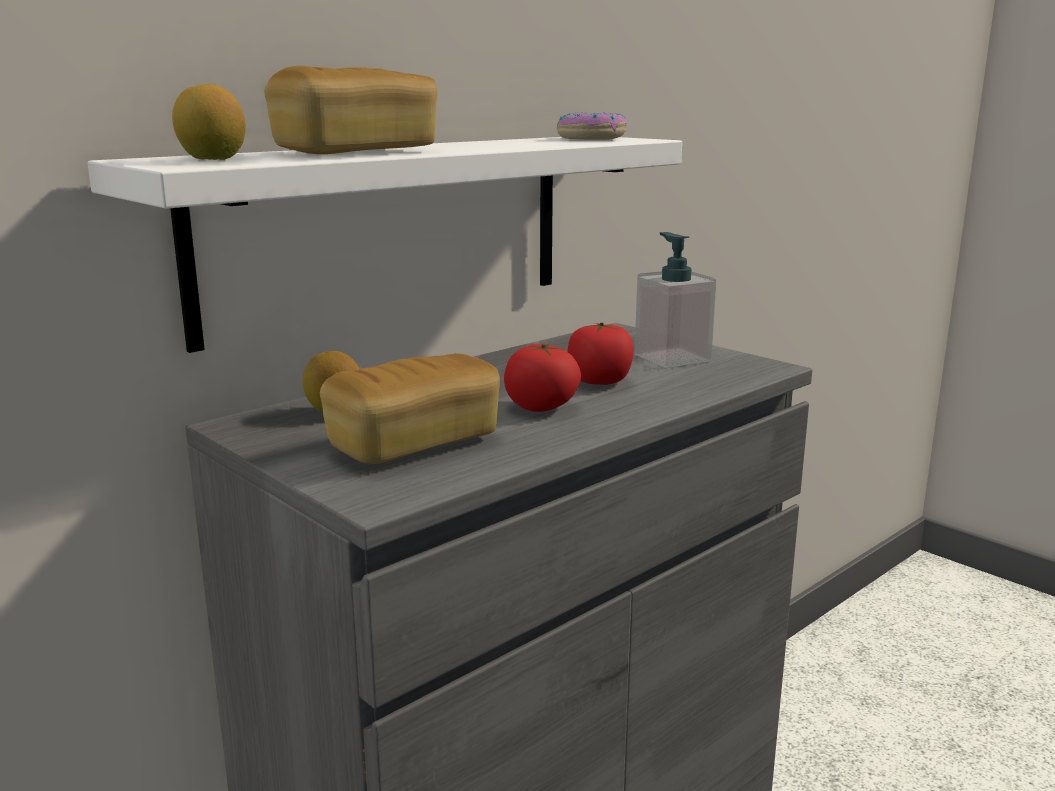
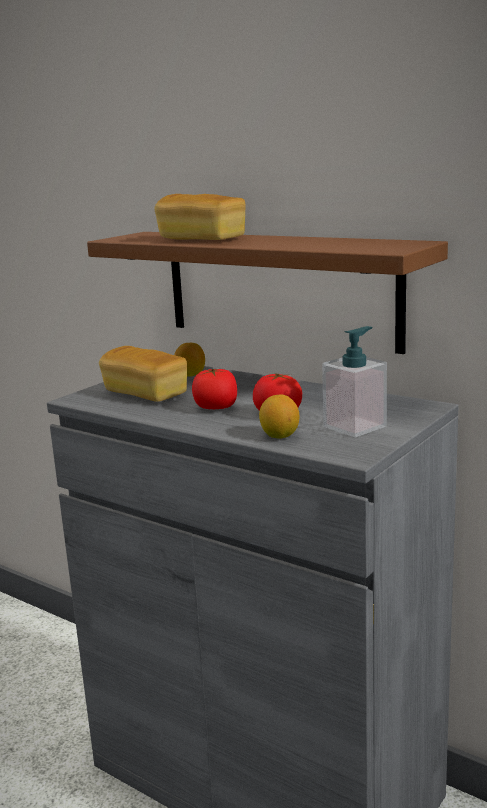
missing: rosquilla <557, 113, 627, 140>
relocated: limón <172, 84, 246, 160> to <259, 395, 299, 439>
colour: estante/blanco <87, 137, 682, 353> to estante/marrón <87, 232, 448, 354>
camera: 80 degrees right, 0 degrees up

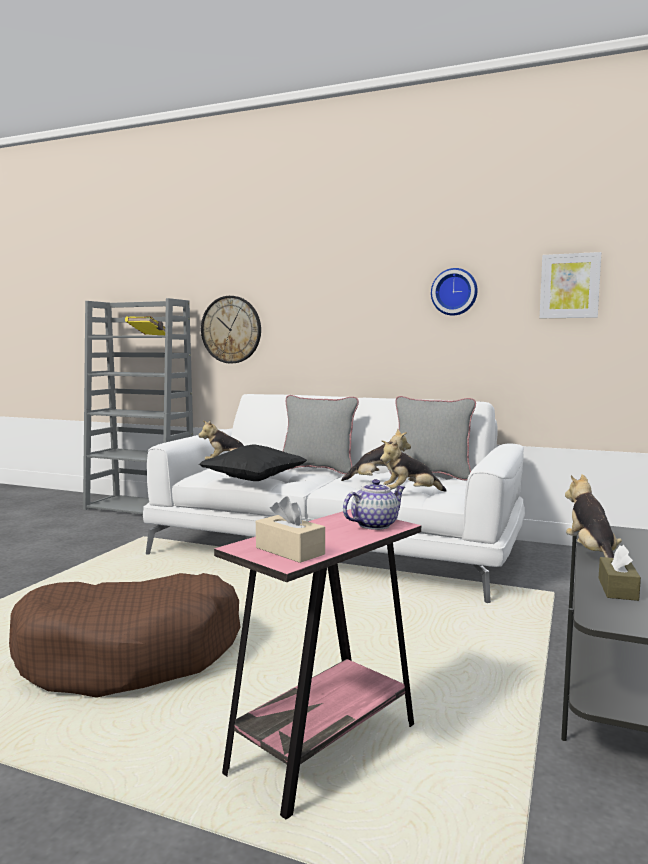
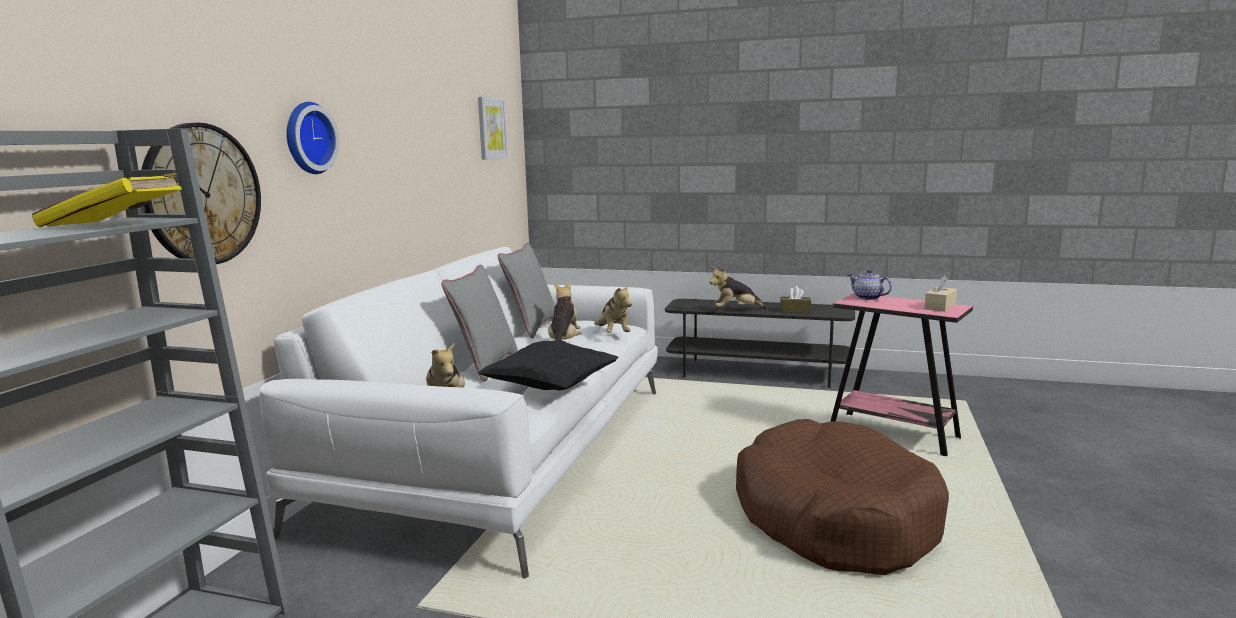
relocated: reloj de pared <431, 268, 478, 316> to <286, 102, 339, 174>
camera: 95 degrees left, 5 degrees up

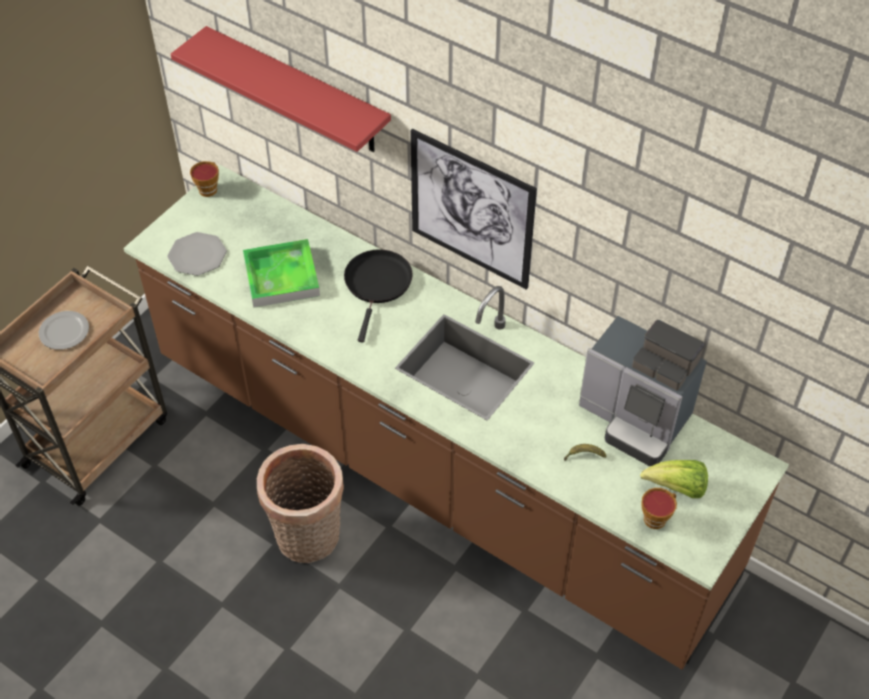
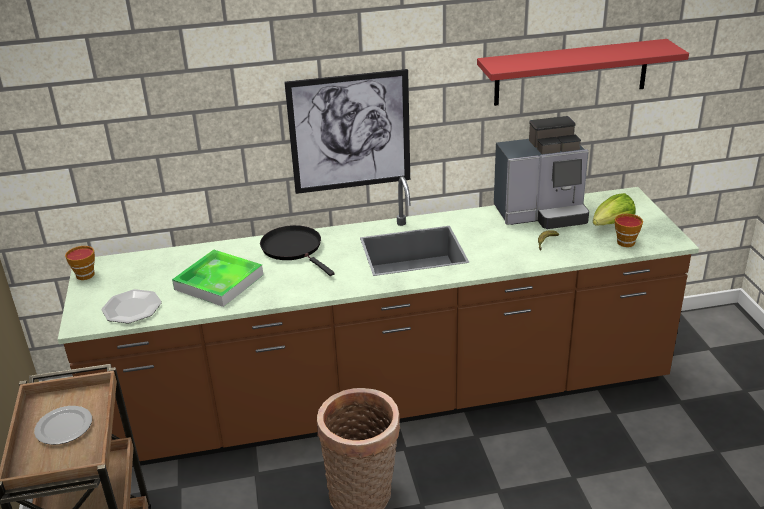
relocated: estante/rojo <171, 26, 391, 152> to <477, 39, 689, 106>
camera: 45 degrees left, 20 degrees down

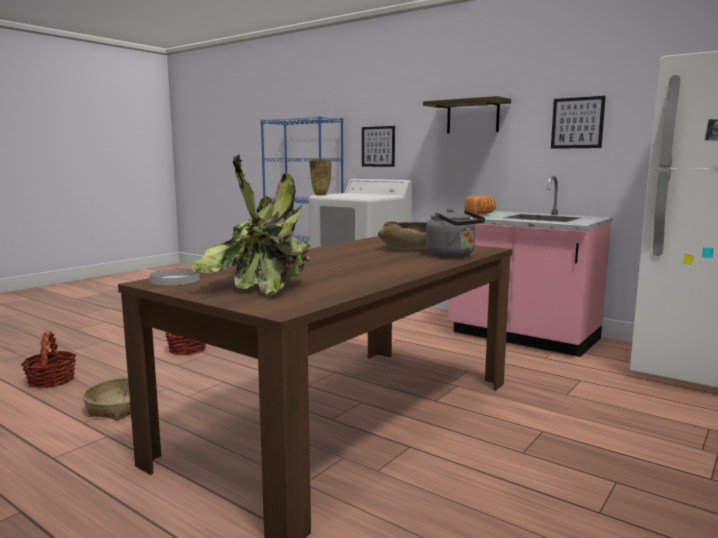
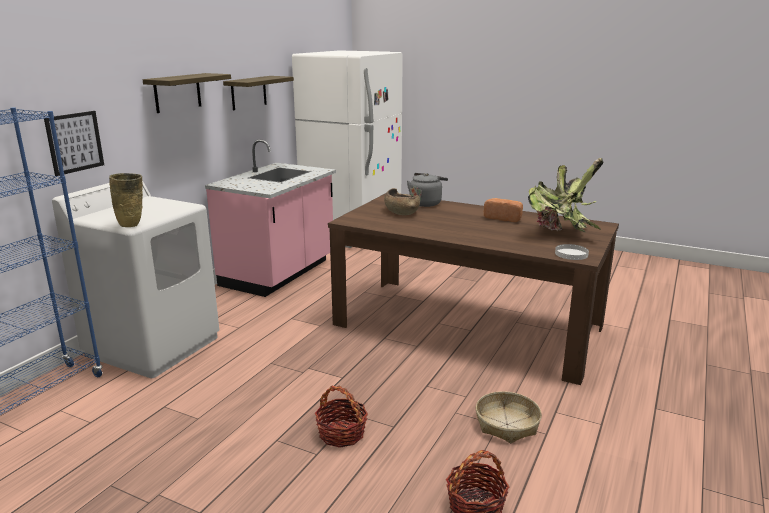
relocated: pan <464, 195, 496, 215> to <484, 198, 523, 222>
exchanged: cuadro <551, 96, 606, 149> to estante <223, 76, 294, 111>
camera: 100 degrees left, 10 degrees up

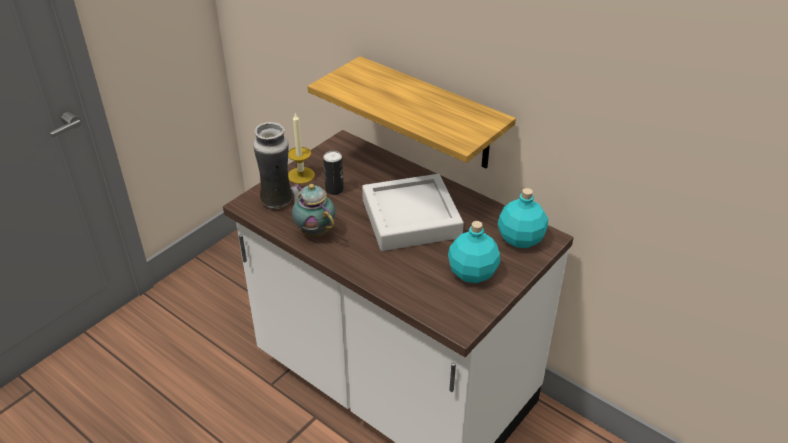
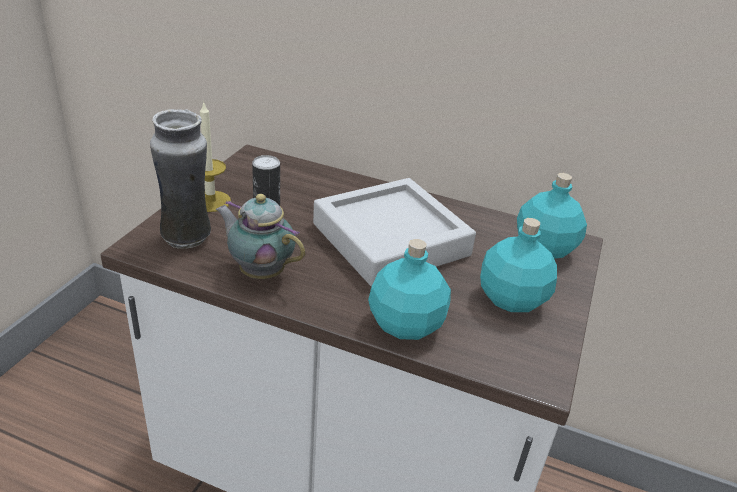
missing: estante <307, 56, 516, 168>
appeared: botella/turquesa <368, 239, 451, 340>
camera: 20 degrees left, 5 degrees down

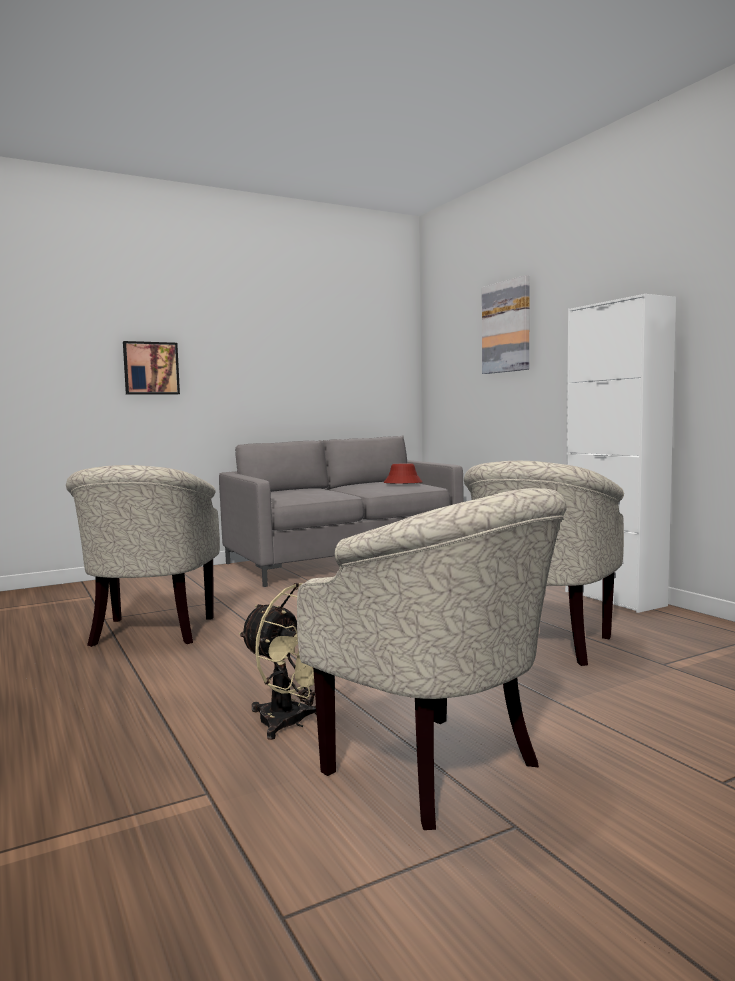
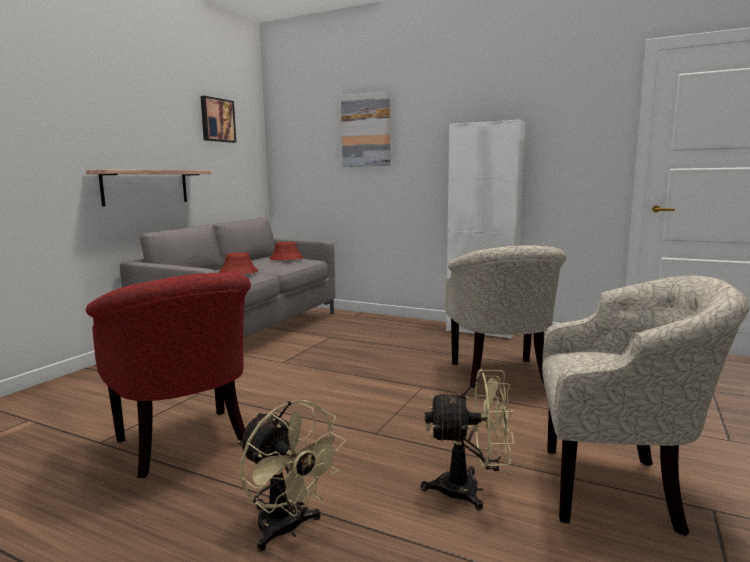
appeared: estante <86, 169, 211, 206>; sombrero/rojo <219, 253, 258, 274>; ventilador/beis <238, 400, 345, 552>
relocated: cuadro <123, 341, 180, 395> to <200, 96, 236, 143>
colour: sillón/beis <66, 465, 220, 647> to sillón/rojo <86, 273, 251, 478>
camera: 35 degrees left, 5 degrees up

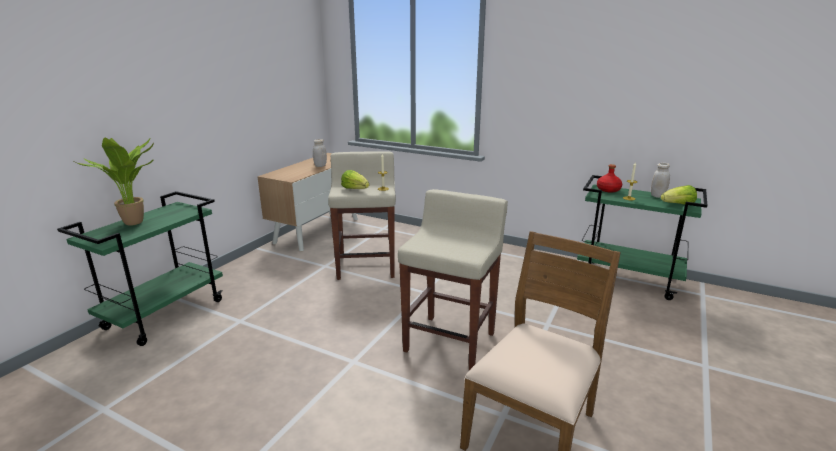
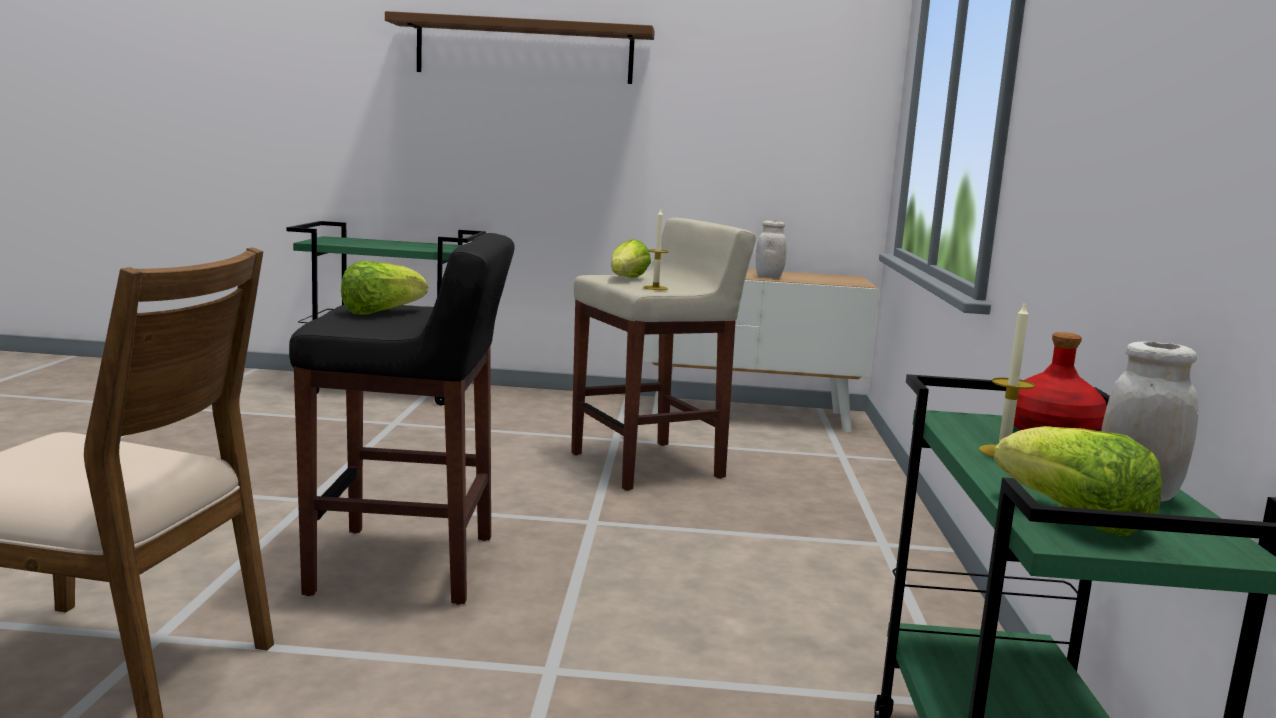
missing: planta en maceta <75, 138, 154, 225>
appeared: estante/marrón <385, 11, 655, 84>; lechuga <341, 261, 428, 315>
colour: taburete/beis <398, 189, 508, 370> to taburete/negro <289, 233, 515, 605>
camera: 65 degrees right, 10 degrees down

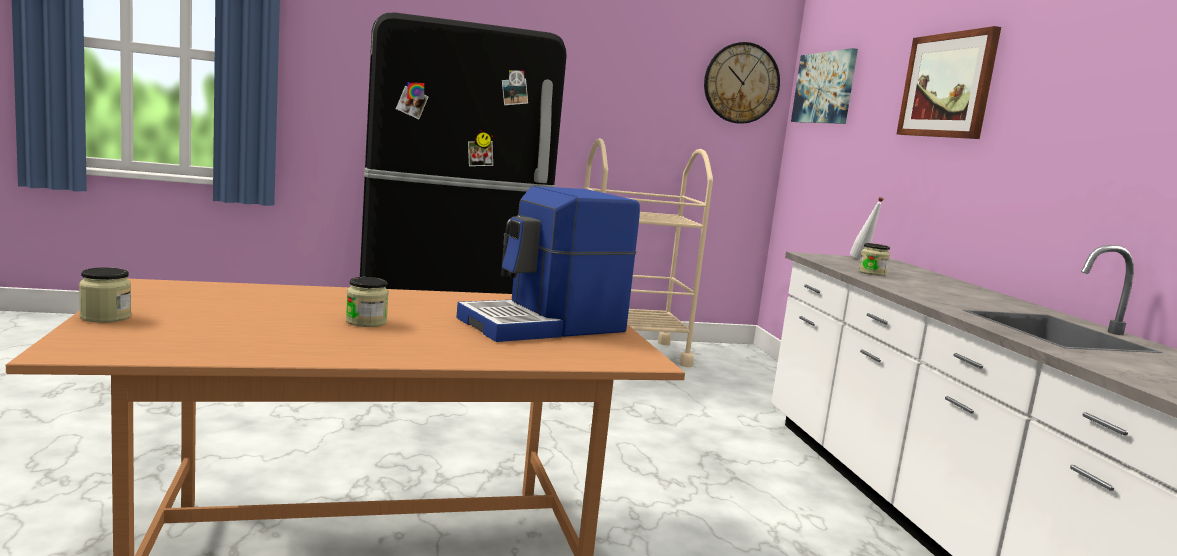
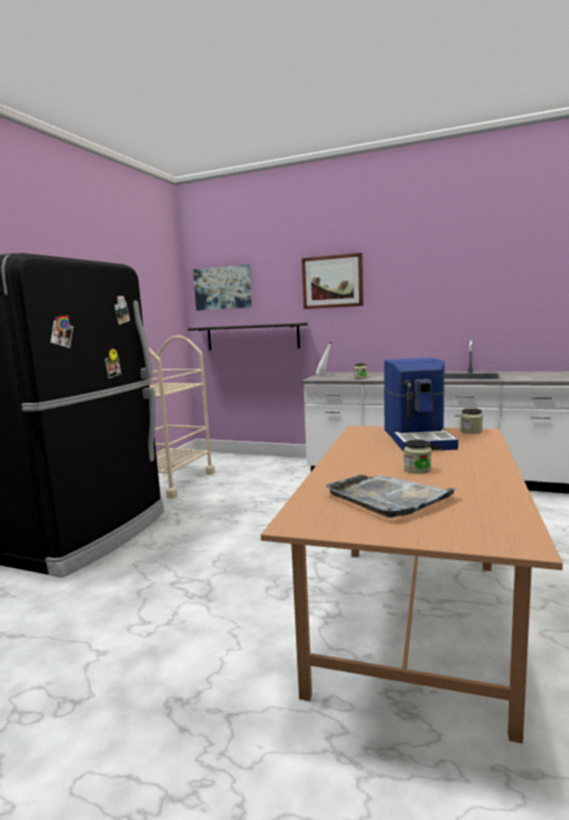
missing: reloj de pared <704, 42, 780, 124>
appeared: estante <188, 323, 308, 351>; bandeja/gris <326, 475, 458, 518>
relocated: tarro <79, 268, 131, 323> to <460, 408, 483, 434>
camera: 55 degrees left, 0 degrees up

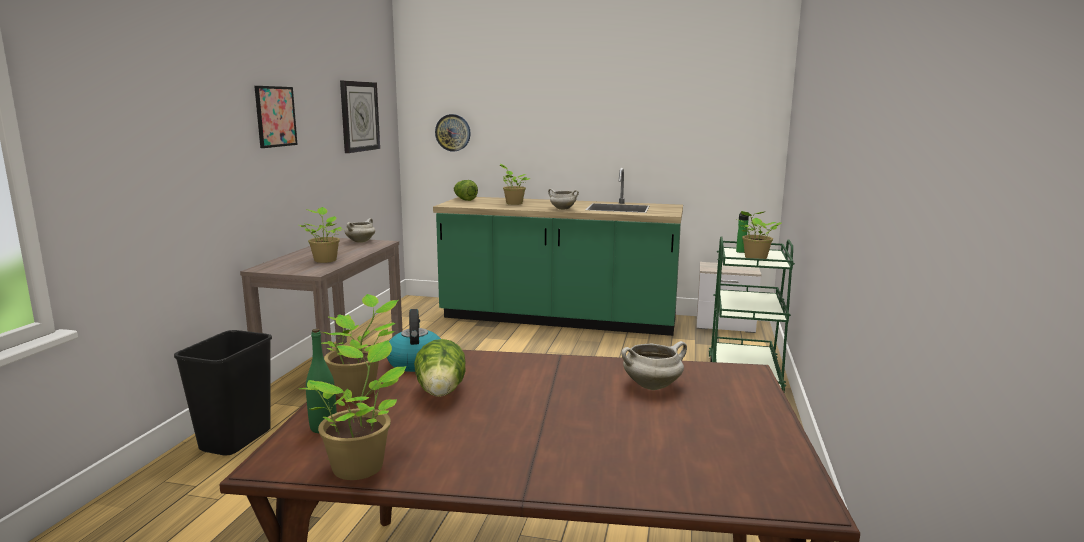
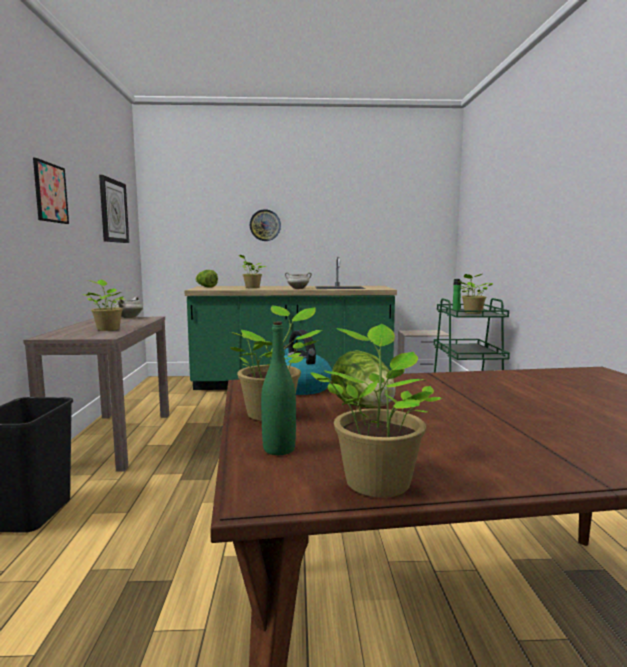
missing: olla/blanco <621, 341, 687, 390>
relocated: reloj de pared <435, 114, 471, 152> to <250, 209, 281, 241>
camera: 15 degrees left, 5 degrees down

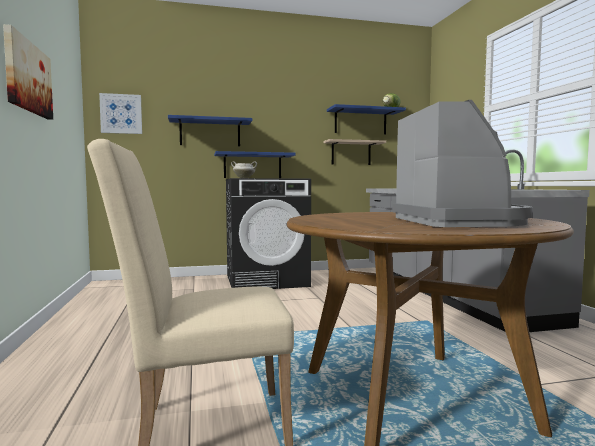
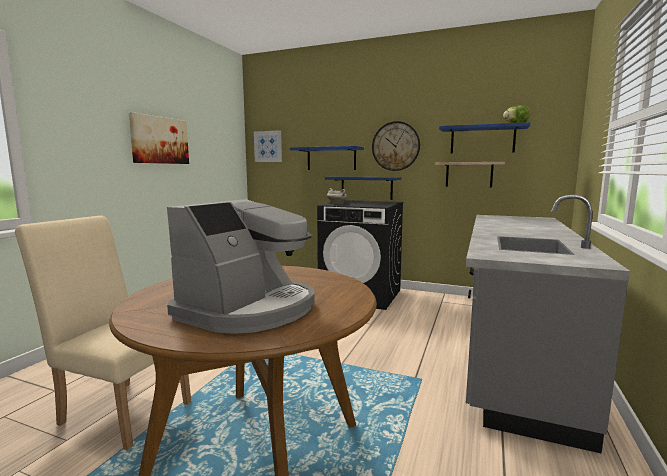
appeared: reloj de pared <372, 121, 420, 171>
camera: 35 degrees right, 5 degrees up

